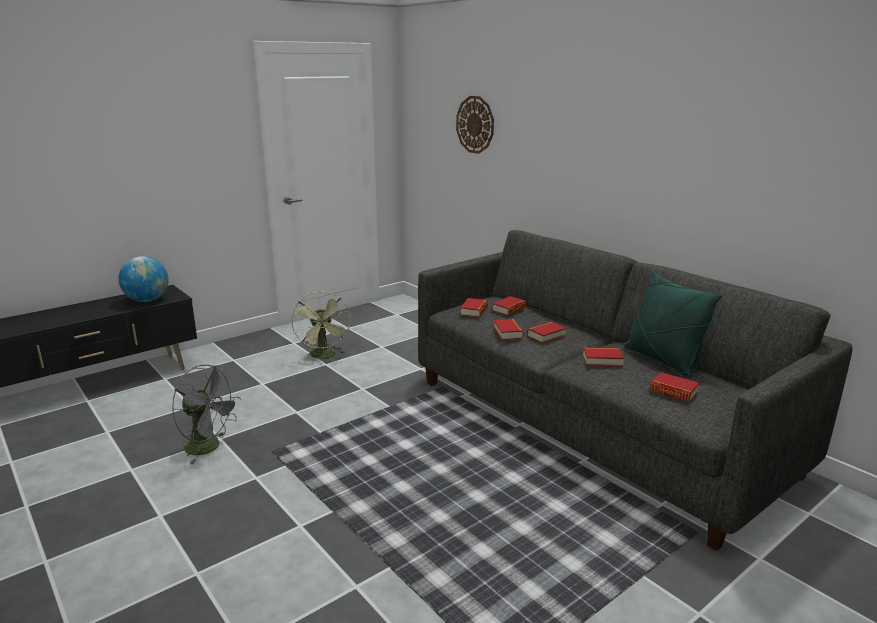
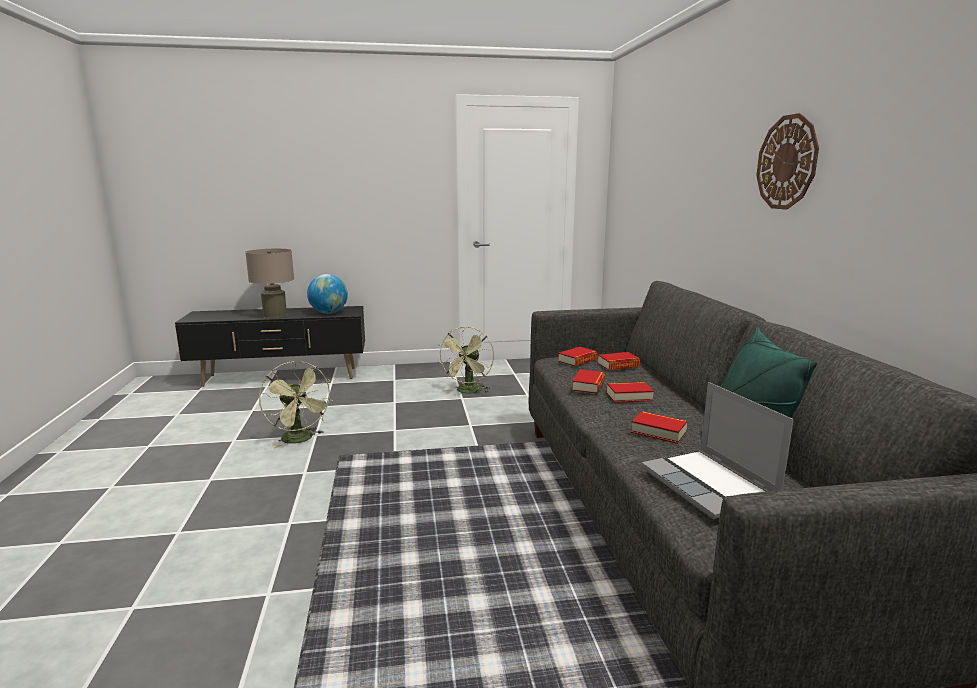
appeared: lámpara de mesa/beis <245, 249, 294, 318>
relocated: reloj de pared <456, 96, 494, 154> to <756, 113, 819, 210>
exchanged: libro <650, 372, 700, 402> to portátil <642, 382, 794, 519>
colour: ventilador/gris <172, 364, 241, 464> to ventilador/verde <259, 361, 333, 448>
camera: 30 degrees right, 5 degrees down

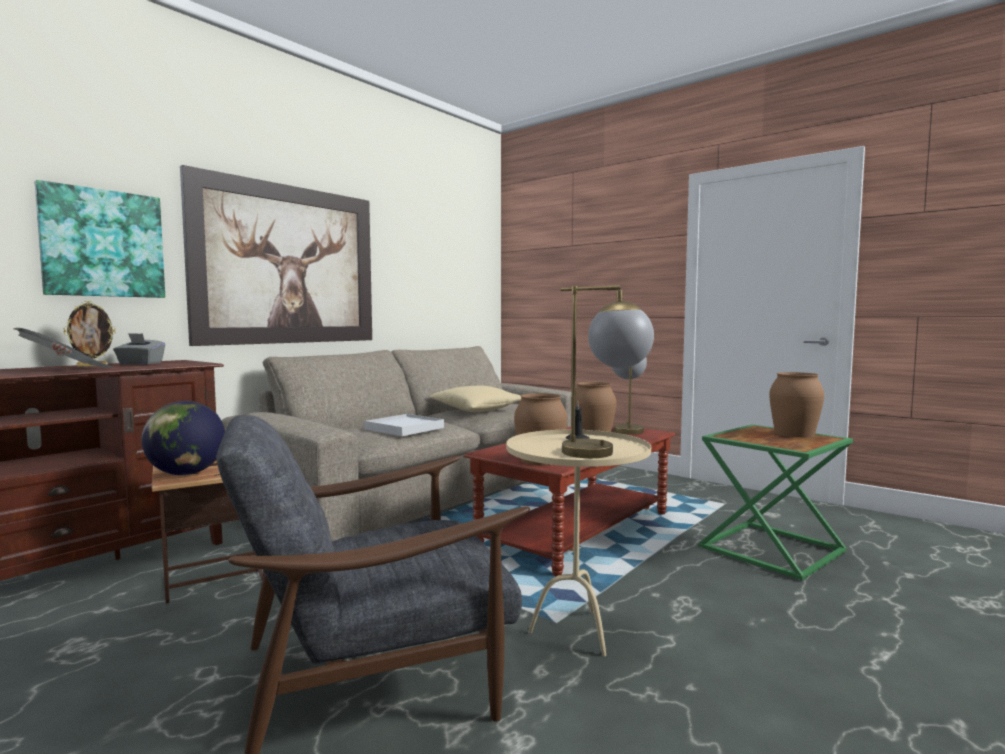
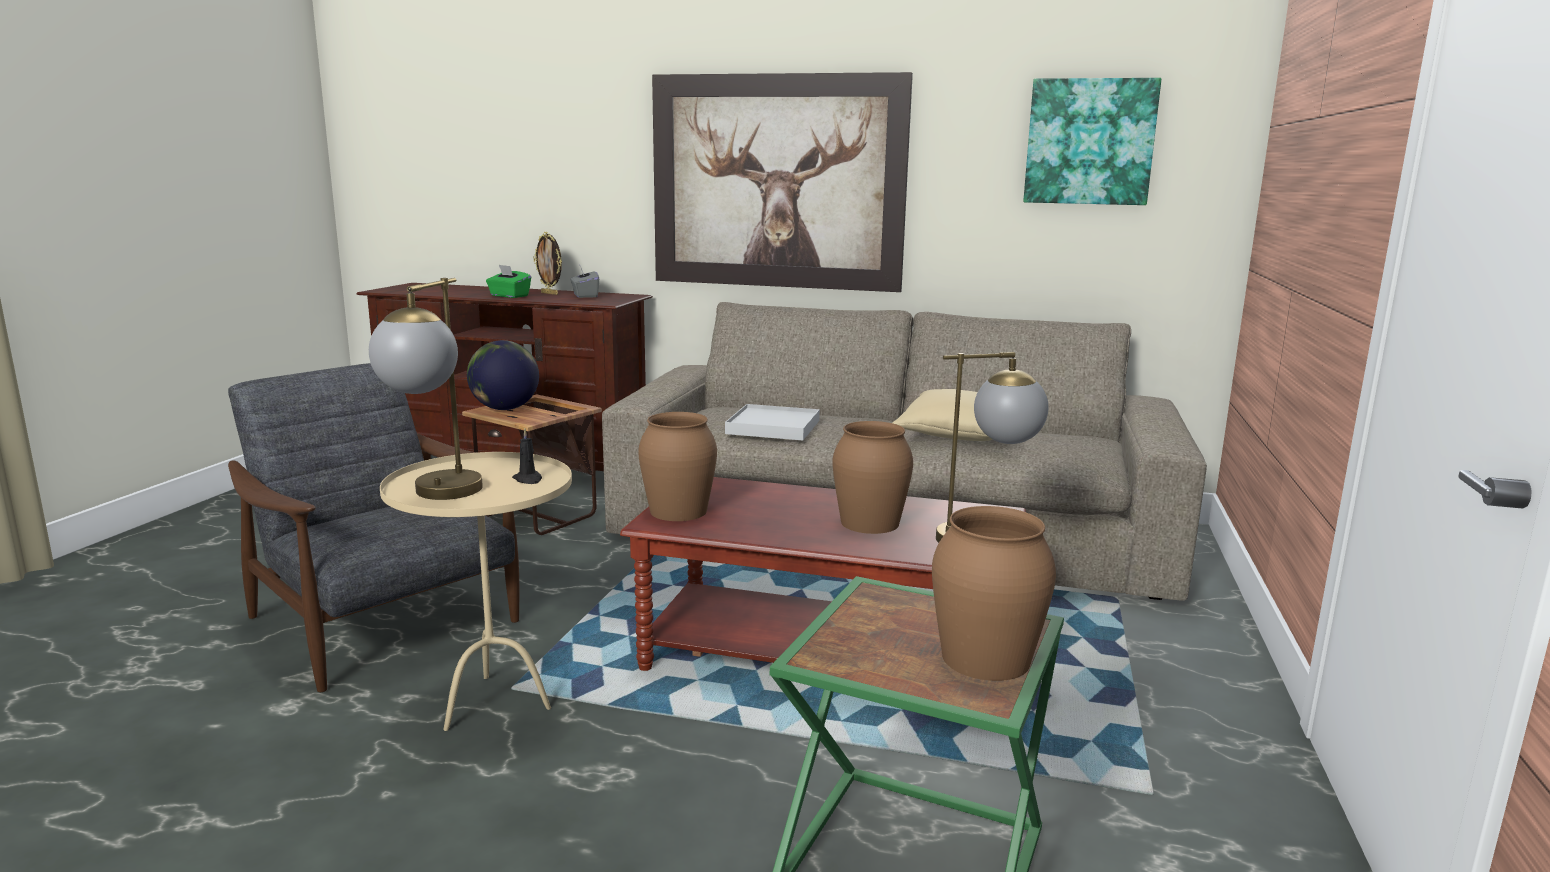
relocated: cuadro <35, 180, 165, 298> to <1023, 78, 1161, 205>
exchanged: periódico <14, 328, 113, 368> to caja de pañuelos/verde <486, 265, 531, 298>
camera: 65 degrees right, 10 degrees up

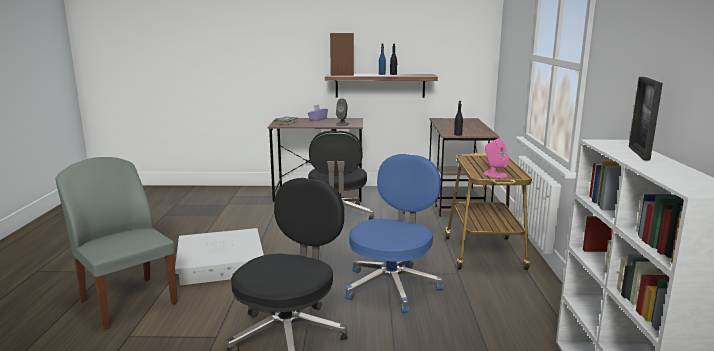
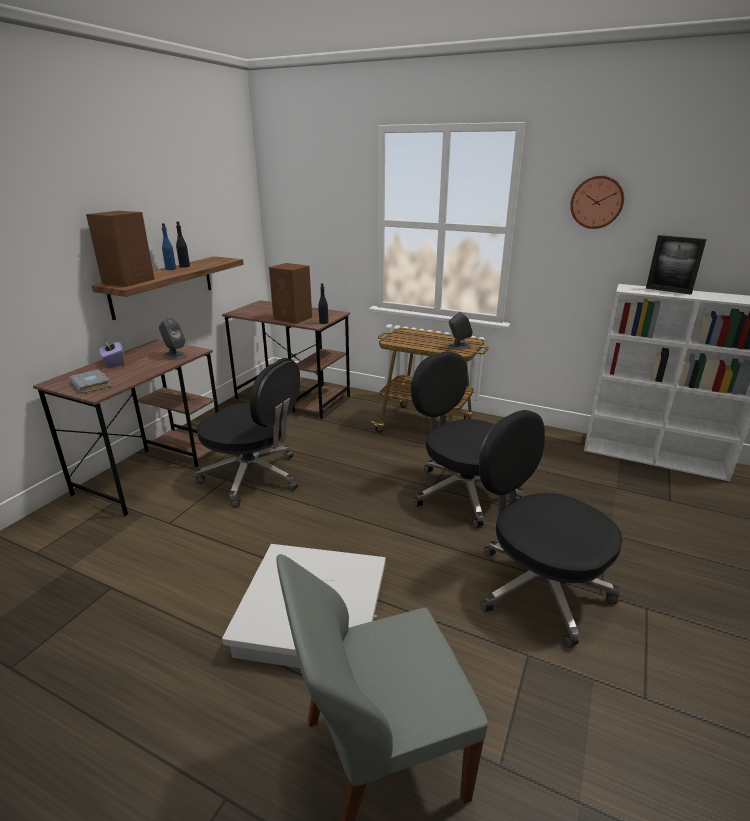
appeared: reloj de pared <570, 176, 624, 229>; altavoz/marrón <269, 263, 312, 324>
colour: altavoz/rosa <483, 139, 509, 178> to altavoz/gris <447, 312, 473, 350>; silla de oficina/azul <345, 154, 443, 313> to silla de oficina/negro <411, 351, 523, 528>
camera: 65 degrees left, 10 degrees up

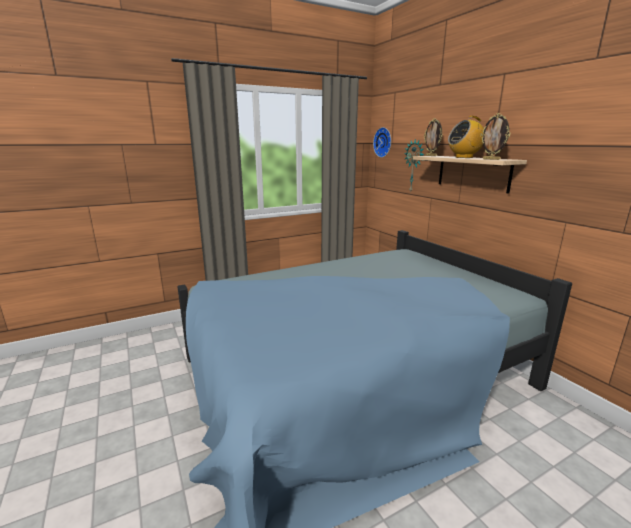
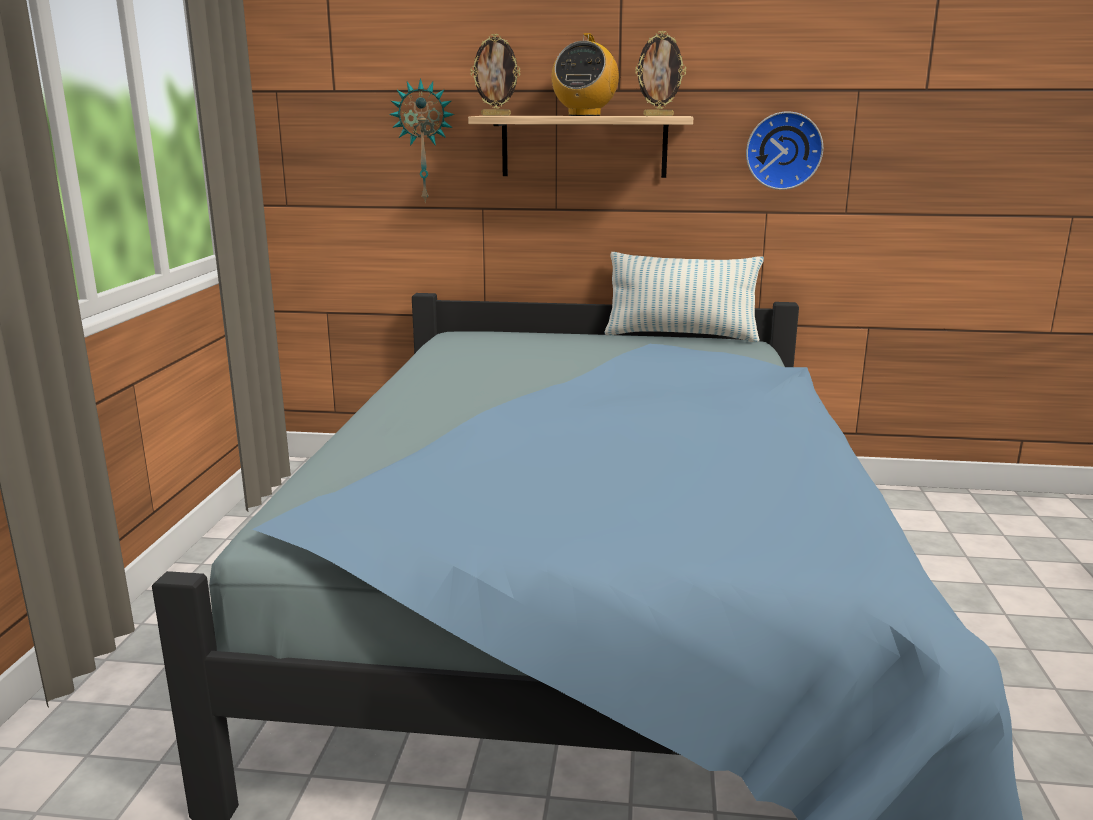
appeared: cojín <604, 252, 764, 342>
relocated: reloj de pared <373, 127, 391, 158> to <746, 111, 823, 190>
camera: 55 degrees left, 0 degrees up

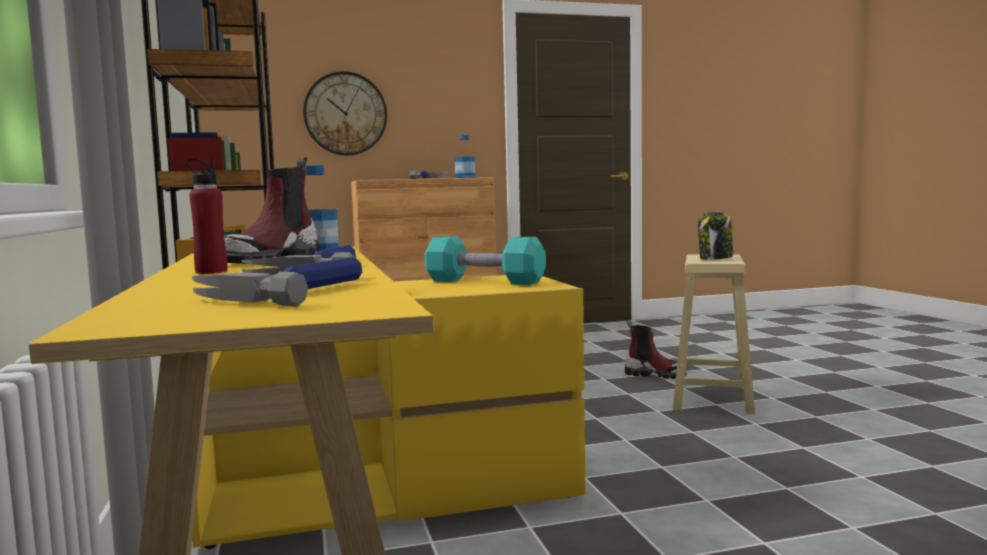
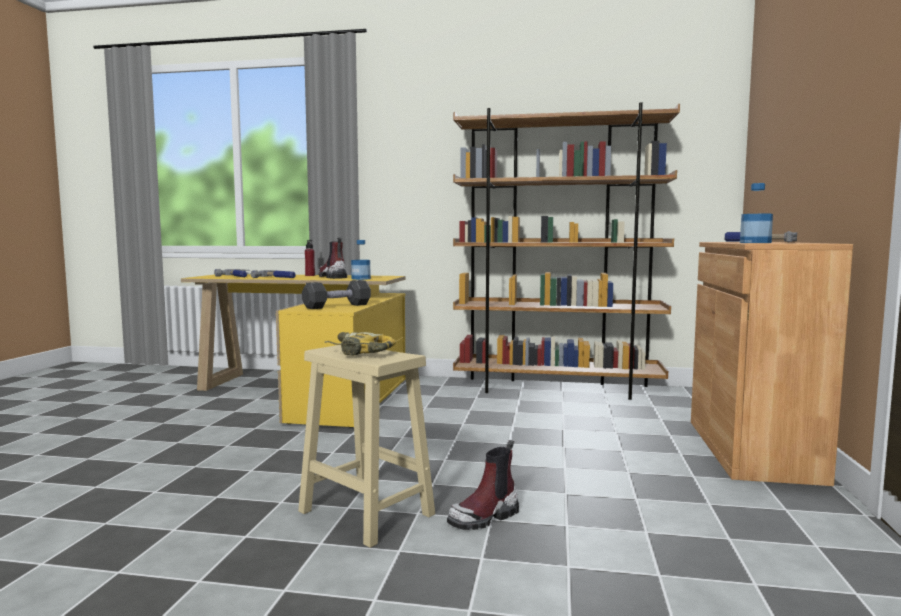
missing: reloj de pared <303, 71, 387, 155>
exchanged: tarro <698, 211, 734, 260> to taladro <325, 332, 396, 356>
colour: mancuerna/turquesa <424, 236, 546, 285> to mancuerna/negro <302, 280, 371, 309>
camera: 115 degrees right, 0 degrees up

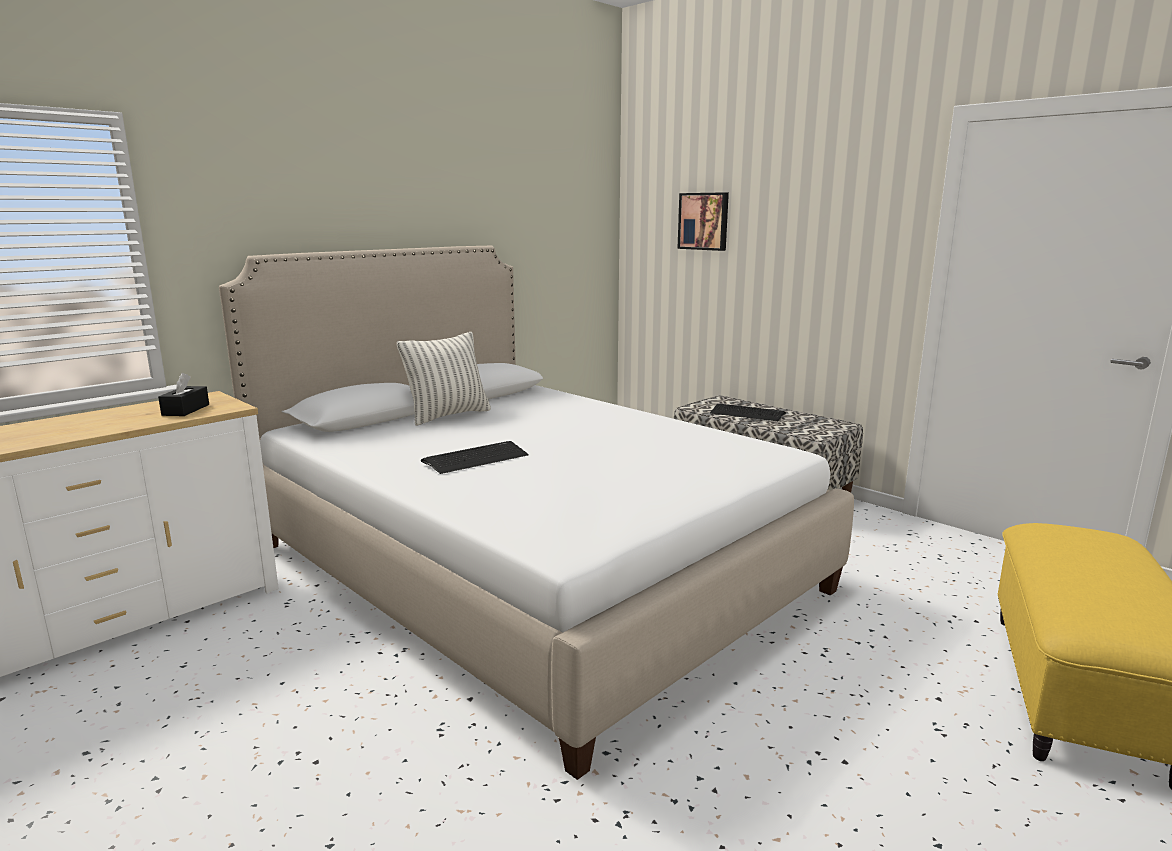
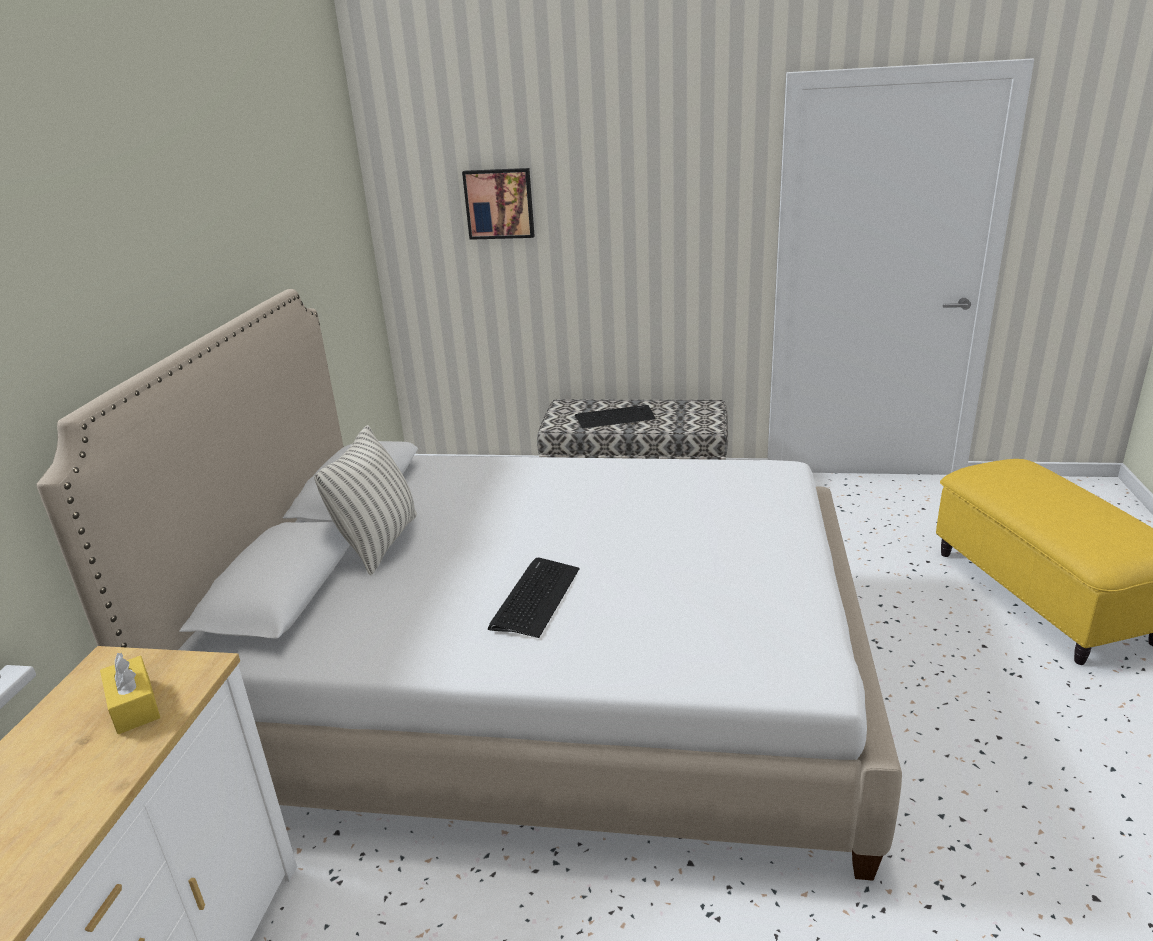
colour: caja de pañuelos/negro <158, 373, 209, 416> to caja de pañuelos/amarillo <100, 653, 160, 734>
camera: 35 degrees left, 10 degrees up

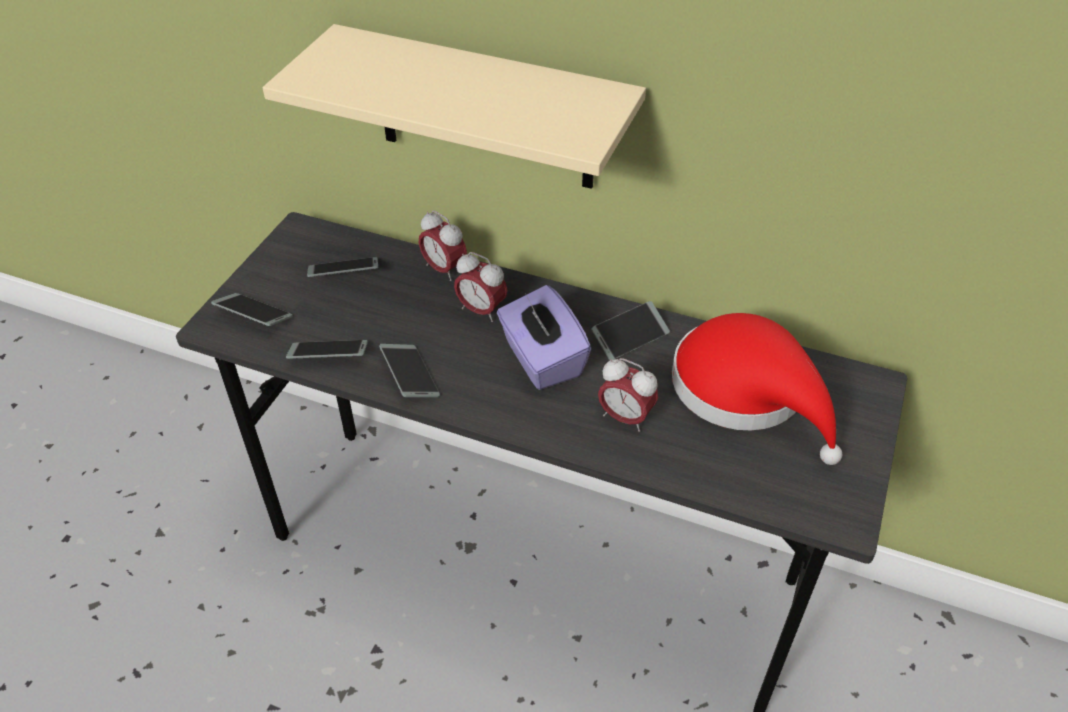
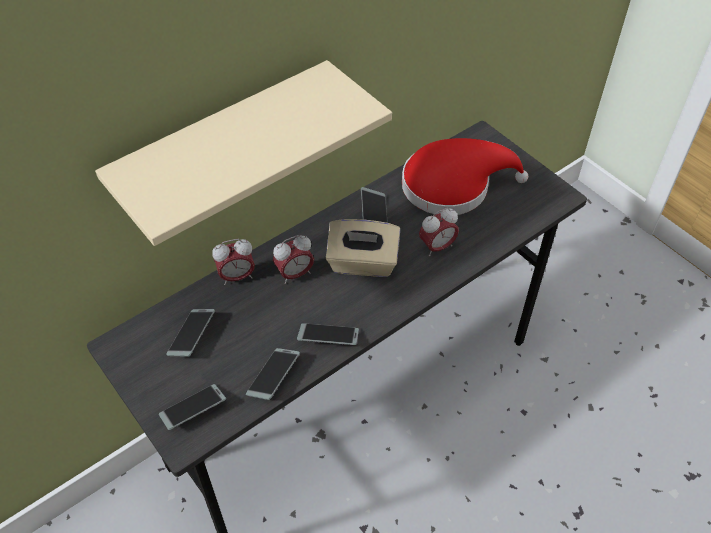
colour: caja de pañuelos/morado <497, 285, 591, 390> to caja de pañuelos/beis <326, 219, 400, 277>
camera: 60 degrees left, 5 degrees up

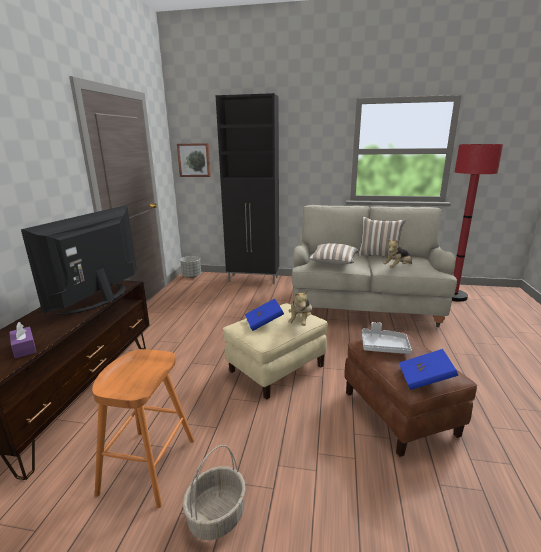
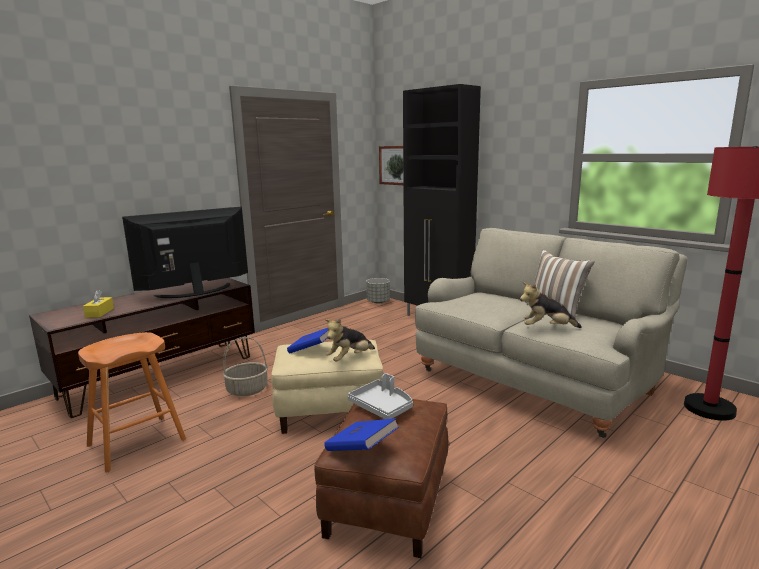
missing: cojín <309, 243, 359, 265>
relocated: cesta <183, 445, 246, 540> to <223, 337, 268, 396>
colour: caja de pañuelos/morado <9, 322, 36, 358> to caja de pañuelos/amarillo <83, 290, 114, 318>
camera: 35 degrees right, 5 degrees down

